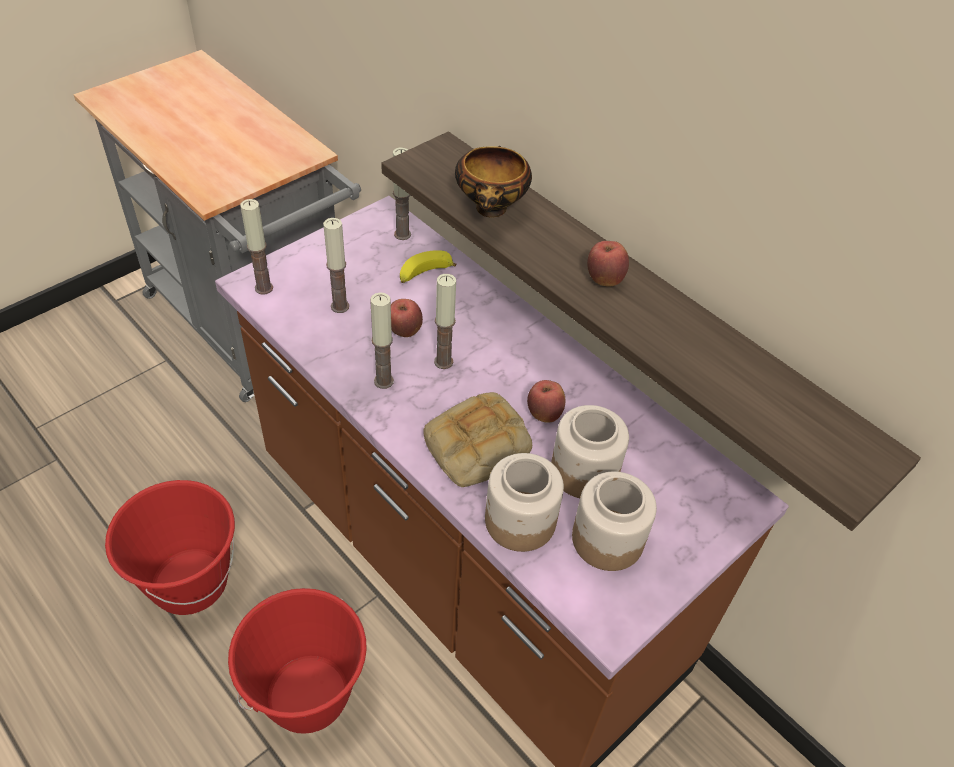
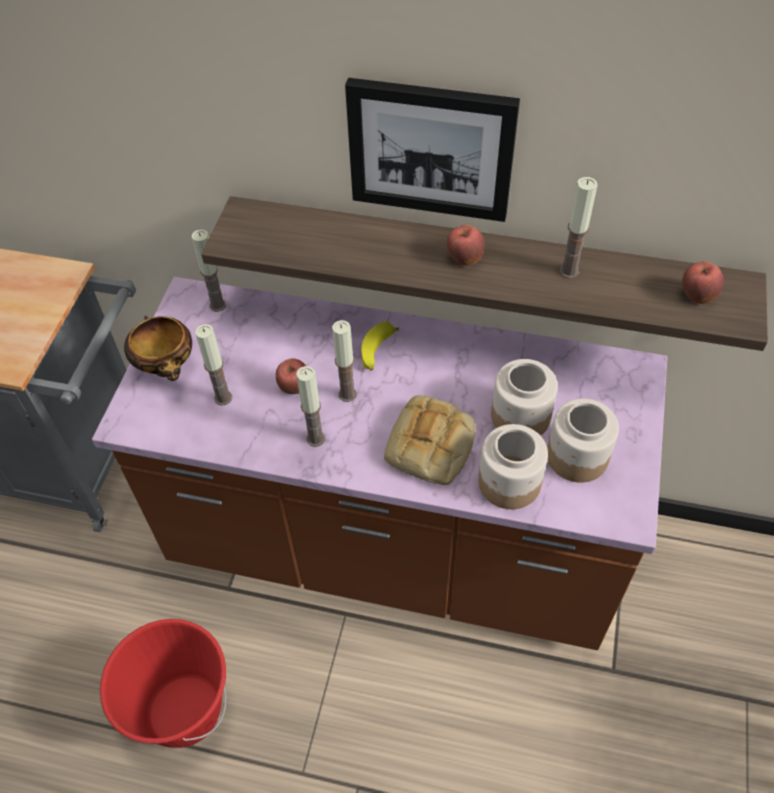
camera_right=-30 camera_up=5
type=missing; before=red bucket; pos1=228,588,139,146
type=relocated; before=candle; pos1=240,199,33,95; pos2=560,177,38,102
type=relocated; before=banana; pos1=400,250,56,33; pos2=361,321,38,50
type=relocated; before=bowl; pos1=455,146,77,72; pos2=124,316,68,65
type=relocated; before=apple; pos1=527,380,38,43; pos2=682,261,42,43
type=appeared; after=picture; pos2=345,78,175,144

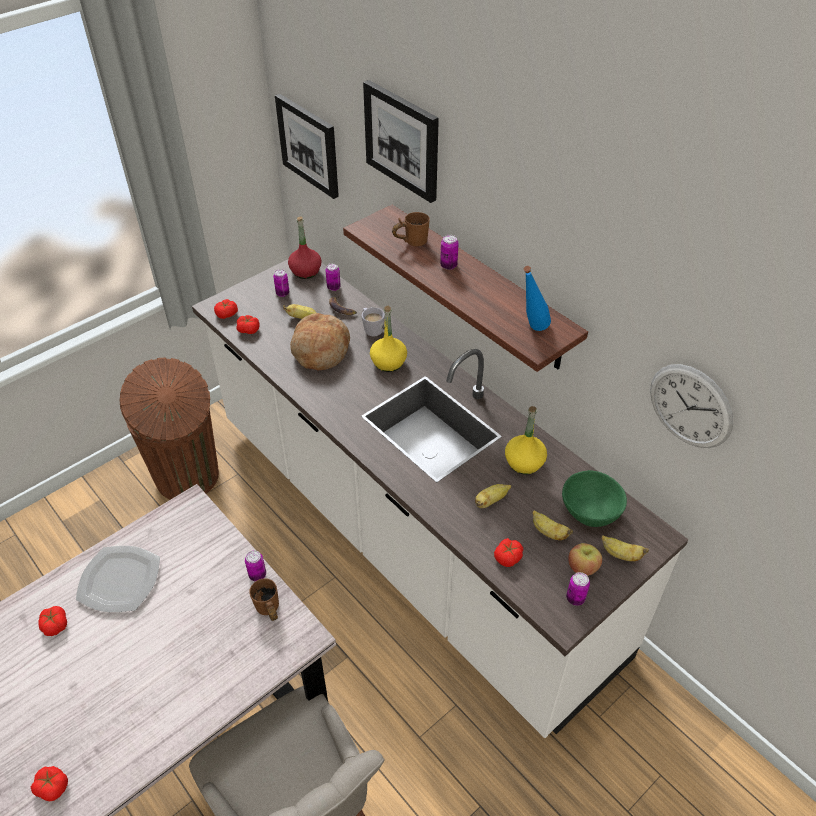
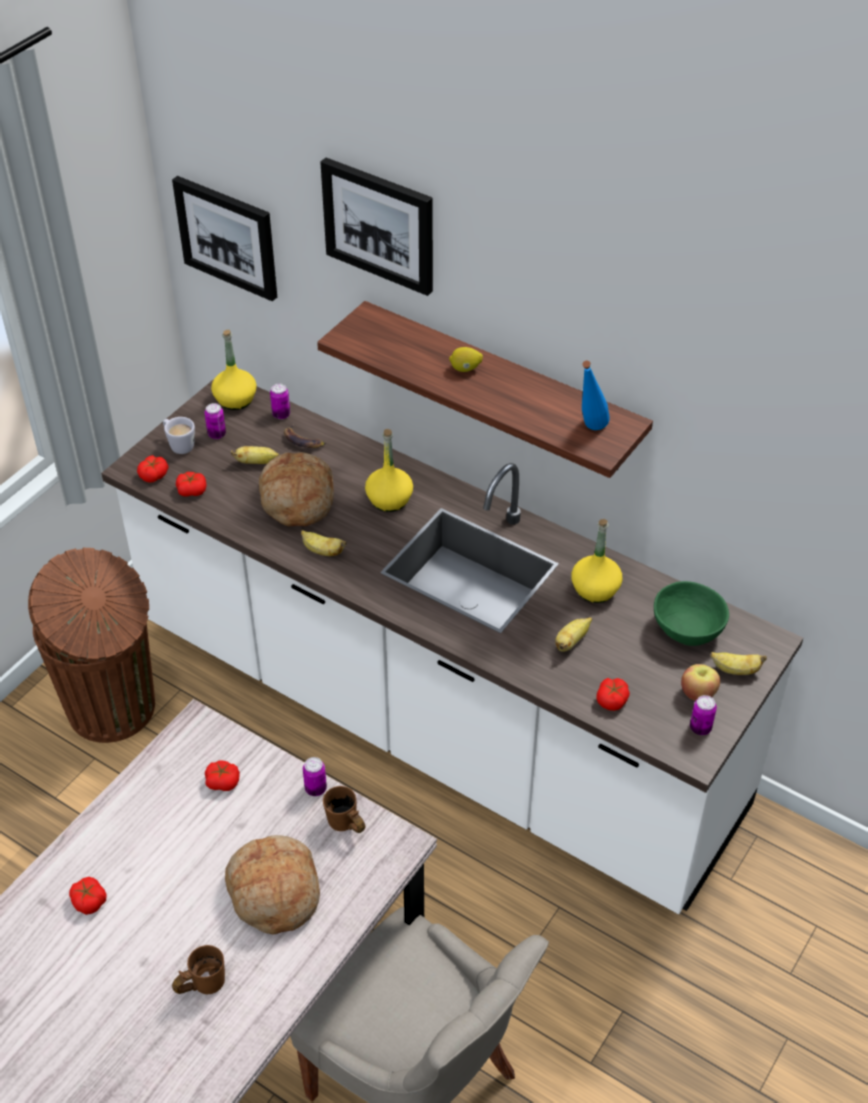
camera_right=-15 camera_up=0
type=relocated; before=tomato; pos1=31,766,37,35; pos2=205,760,35,31
type=missing; before=plate; pos1=76,546,84,66
type=colour; before=red bottle; after=yellow bottle; pos1=288,216,34,63; pos2=211,330,46,80
type=relocated; before=white mug; pos1=362,307,23,30; pos2=163,417,32,37
type=relocated; before=brown mug; pos1=392,212,38,35; pos2=172,945,53,49
type=exchanged; before=can; after=lemon; pos1=440,235,19,35; pos2=449,347,34,25
type=relocated; before=banana; pos1=532,510,41,30; pos2=301,530,46,26
type=missing; before=wall clock; pos1=650,364,83,84
type=appeared; after=bread; pos2=225,835,95,100

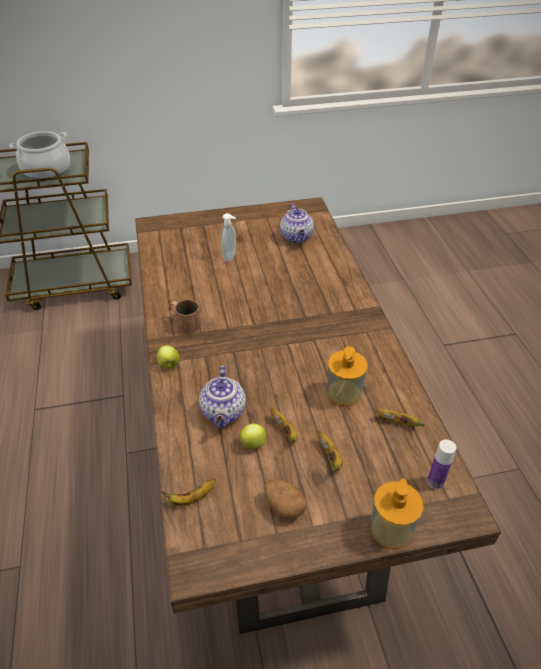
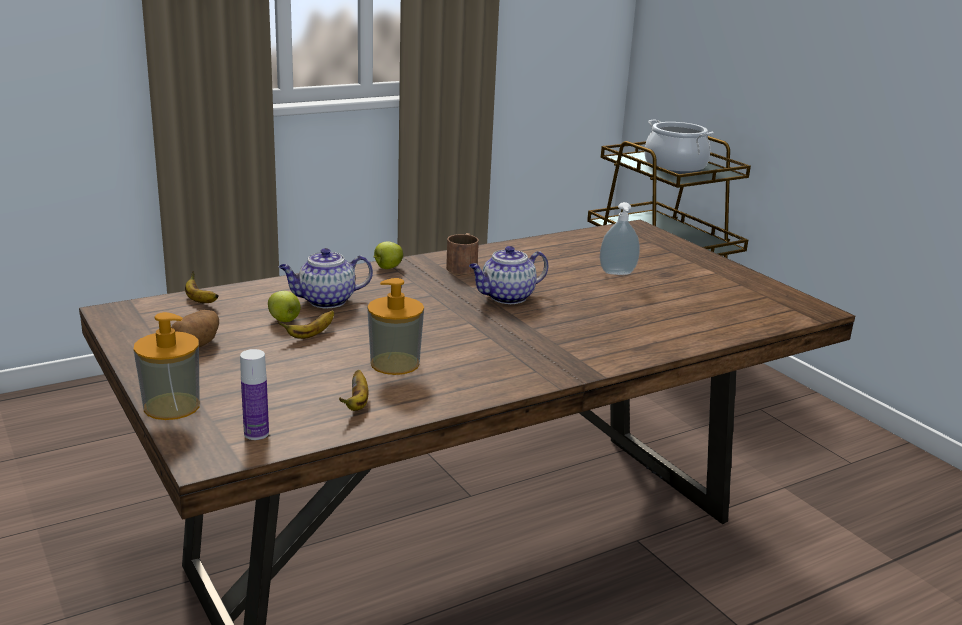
camera_right=70 camera_up=-20
type=relocated; before=teapot; pos1=280,204,34,40; pos2=469,246,79,58
type=missing; before=banana; pos1=317,431,25,40

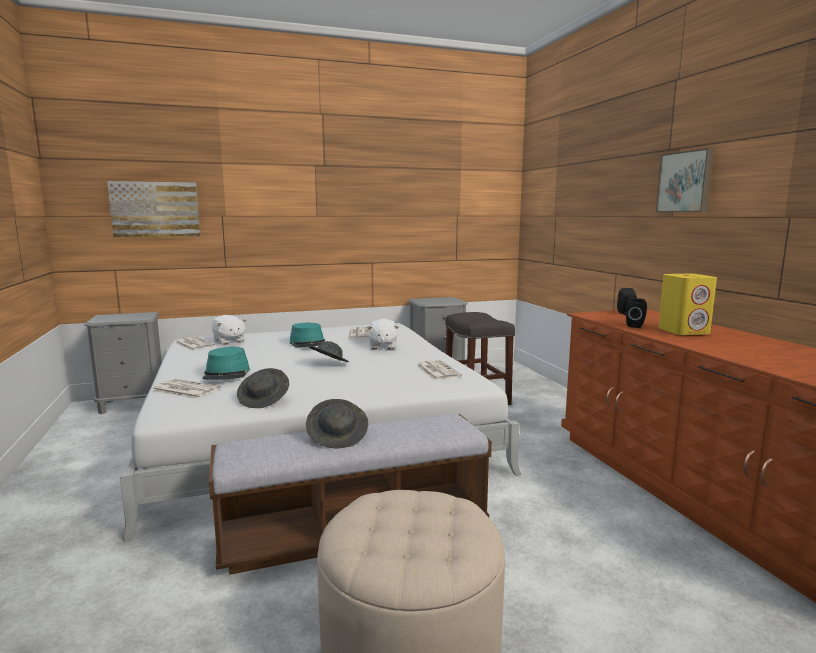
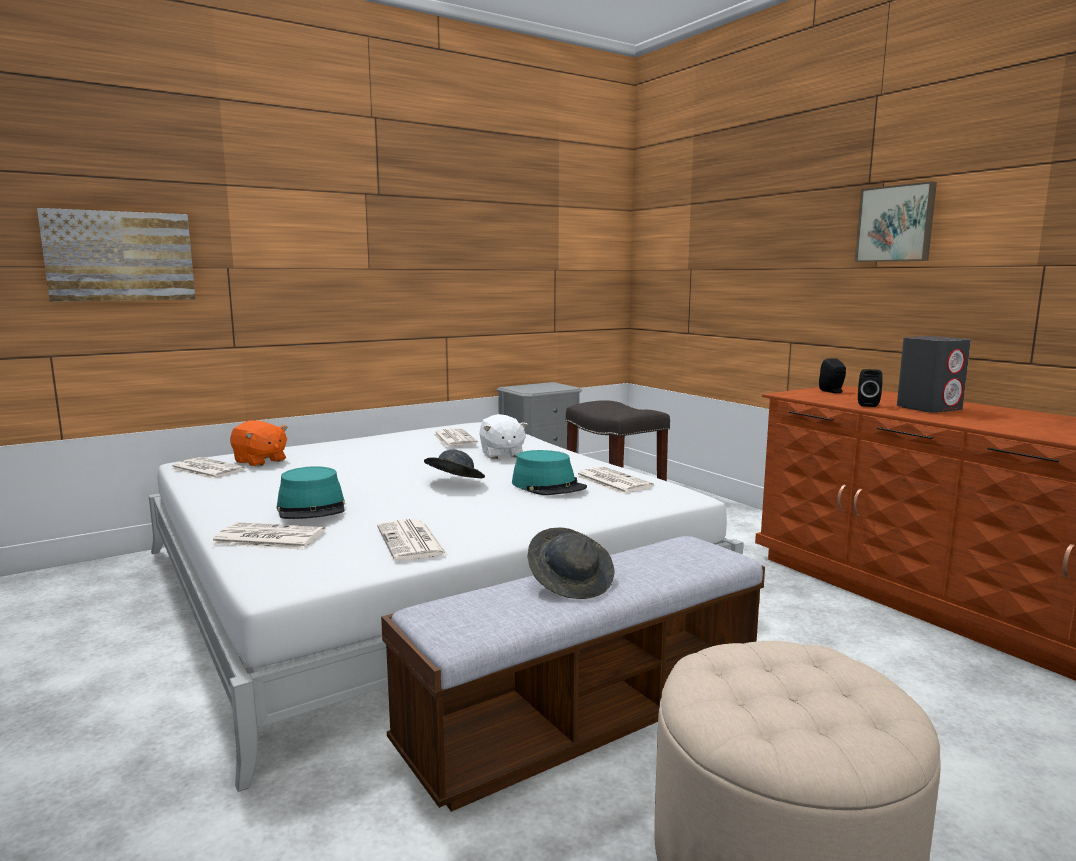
camera_right=-15 camera_up=0
type=missing; before=grey nightstand; pos1=84,312,78,102
type=colour; before=white plush toy; after=orange plush toy; pos1=212,315,35,30; pos2=230,420,58,47
type=exchanged; before=grey hat; after=newspaper; pos1=237,368,52,40; pos2=377,519,71,42
type=relocated; before=turquoise hat; pos1=290,323,35,24; pos2=512,450,75,45
type=colour; before=yellow speaker; after=grey speaker; pos1=658,274,59,61; pos2=897,336,74,77

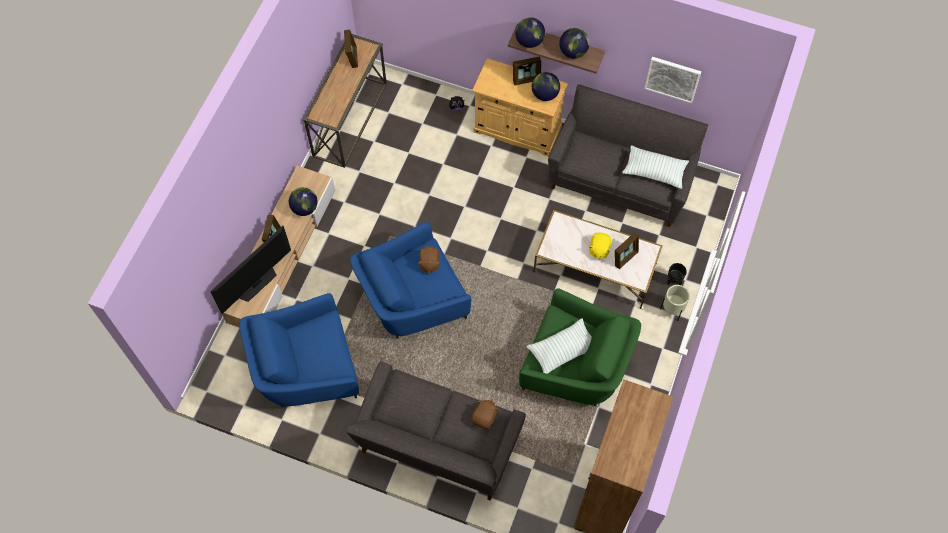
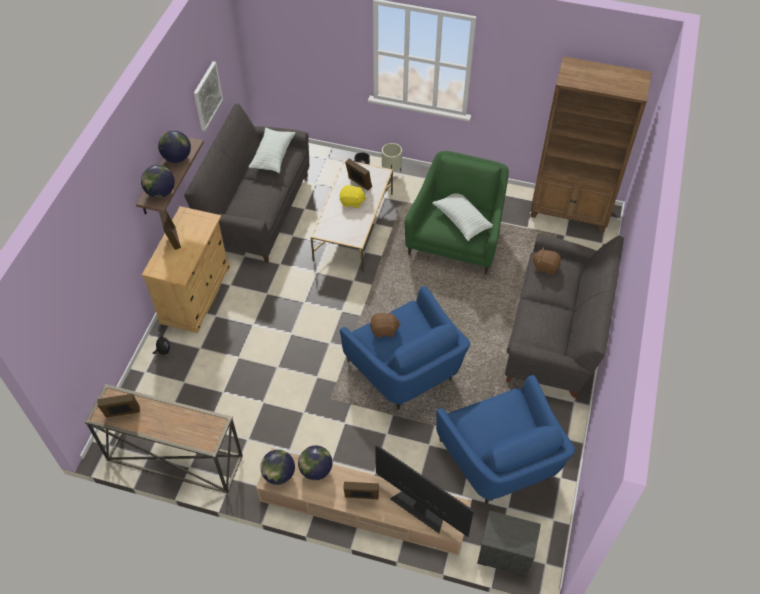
camera_right=-95 camera_up=-10
type=relocated; before=globe; pos1=532,72,28,29; pos2=260,450,35,35
type=appeared; after=nightstand; pos2=477,510,64,67

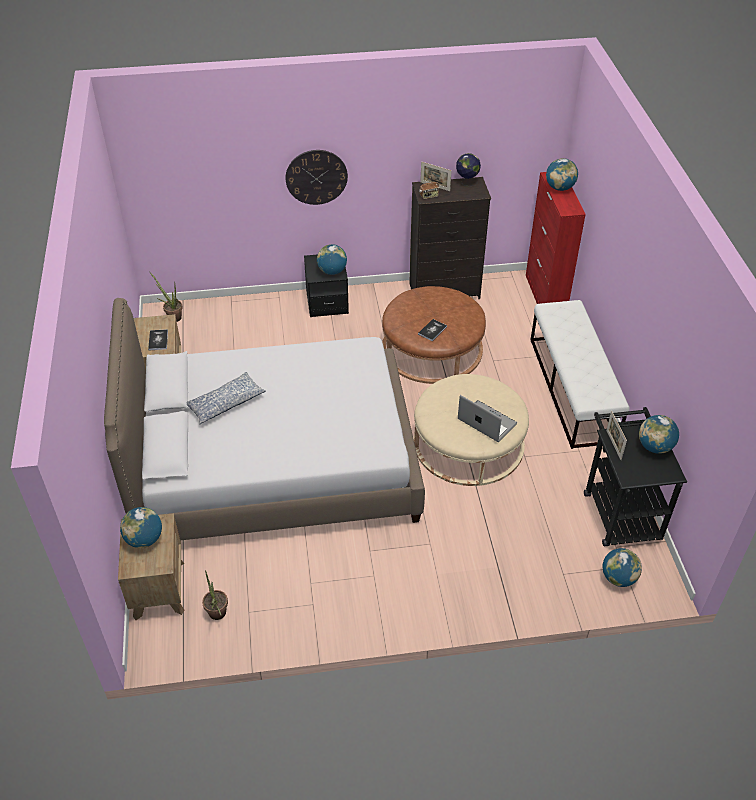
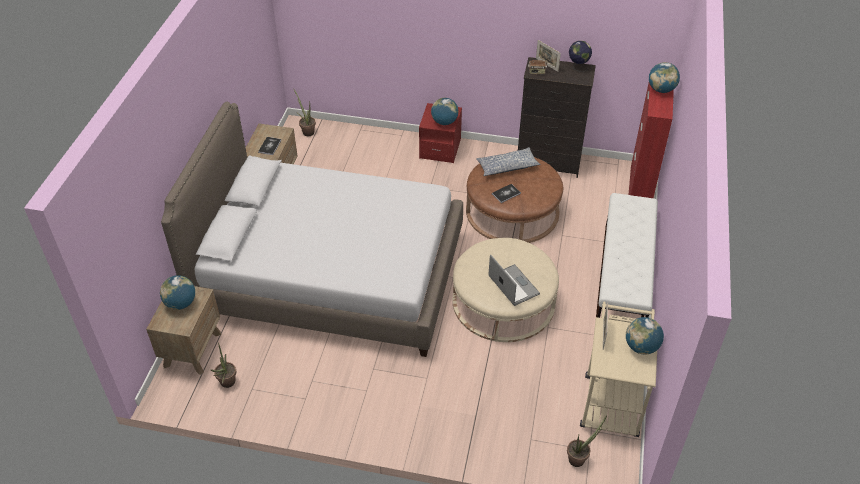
camera_right=20 camera_up=0
type=relocated; before=pillow; pos1=187,372,79,52; pos2=476,147,65,29
type=missing; before=wall clock; pos1=285,150,63,55
type=colour; before=black nightstand; after=red nightstand; pos1=304,254,45,63; pos2=419,103,43,60
type=colour; before=black cart; after=beige cart; pos1=584,407,103,139; pos2=580,301,77,136
type=exchanged; before=globe; after=potted plant; pos1=603,548,39,39; pos2=567,415,40,52

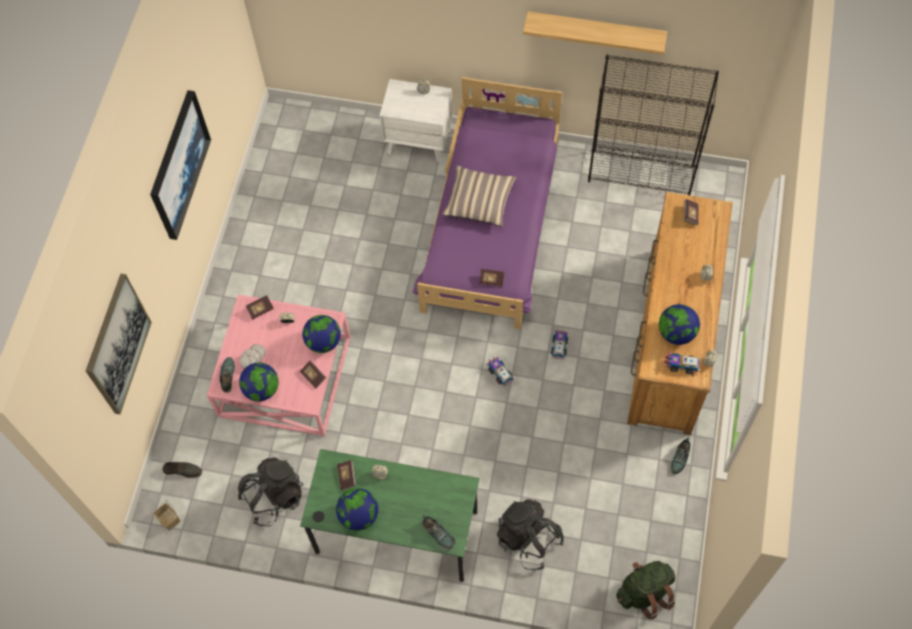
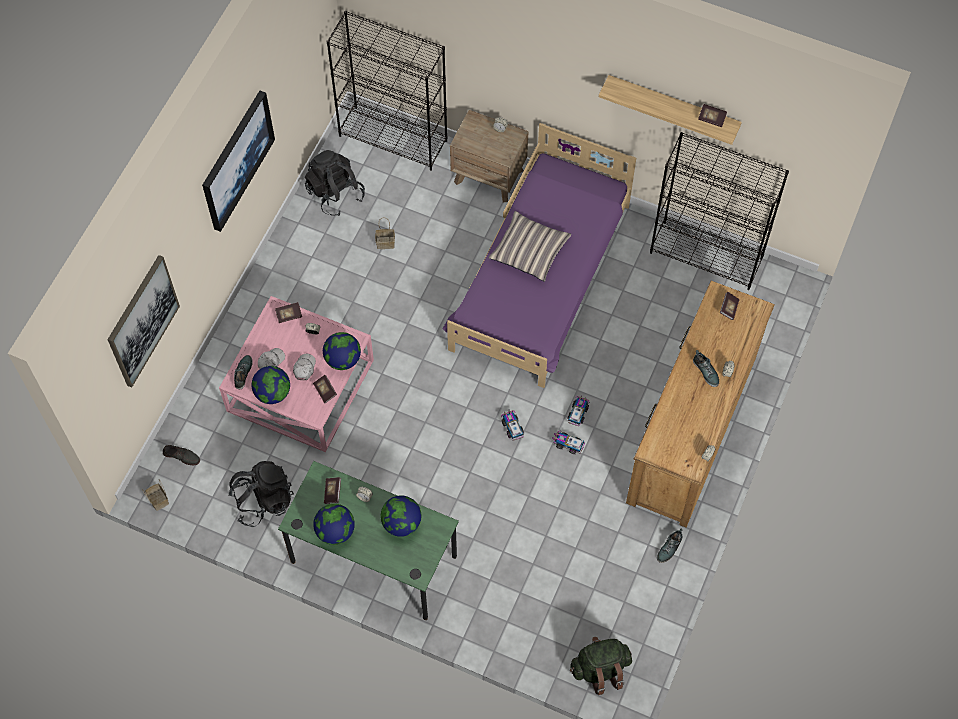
camera_right=10 camera_up=0
type=colour; before=white nightstand; after=brown nightstand; pos1=379,79,73,83; pos2=450,110,79,93
type=relocated; before=shoe; pos1=422,515,32,35; pos2=693,350,26,37
type=relocated; before=book; pos1=479,269,26,18; pos2=698,104,29,23
type=relocated; before=black backpack; pos1=497,499,67,72; pos2=305,150,60,66
type=relocated; before=globe; pos1=659,304,41,41; pos2=381,496,40,41
type=relocated; before=toy truck; pos1=665,352,35,22; pos2=552,430,33,24
type=appeared; after=white cap; pos2=293,354,23,26
type=appeared; after=black bookcase; pos2=327,11,121,160
type=appeared; after=basket; pos2=375,217,20,32

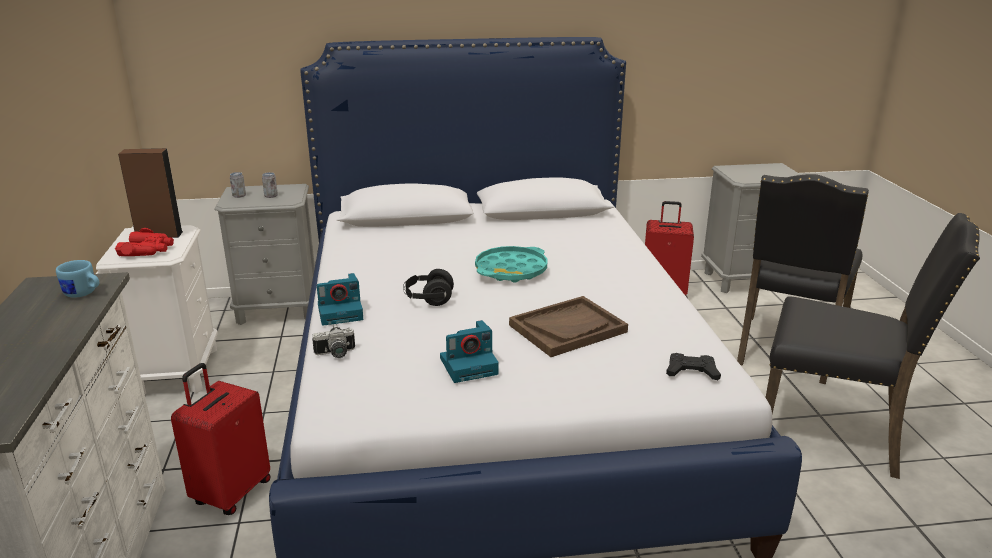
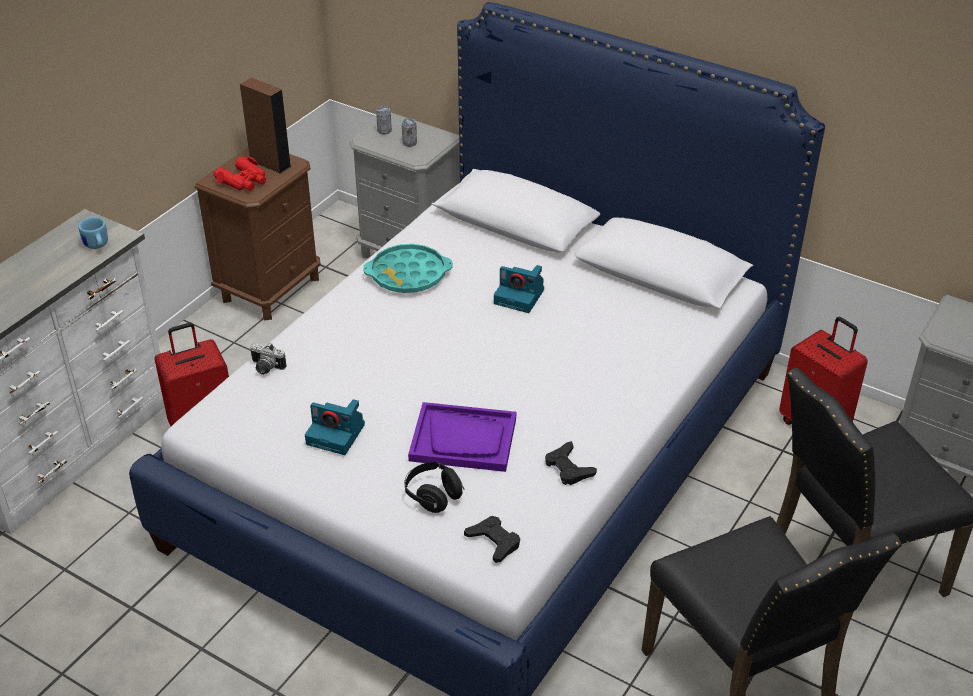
camera_right=40 camera_up=15
type=colour; before=white nightstand; after=brown nightstand; pos1=96,225,122,169; pos2=195,148,126,173
type=relocated; before=photo camera; pos1=317,273,46,53; pos2=494,265,50,48
type=relocated; before=black headphones; pos1=403,269,51,37; pos2=405,462,59,51
type=relocated; before=turquoise tray; pos1=475,246,73,36; pos2=363,244,90,49
type=colour; before=brown tray; after=purple tray; pos1=509,296,119,61; pos2=408,402,108,70
type=appeared; after=black game controller; pos2=545,441,52,44

